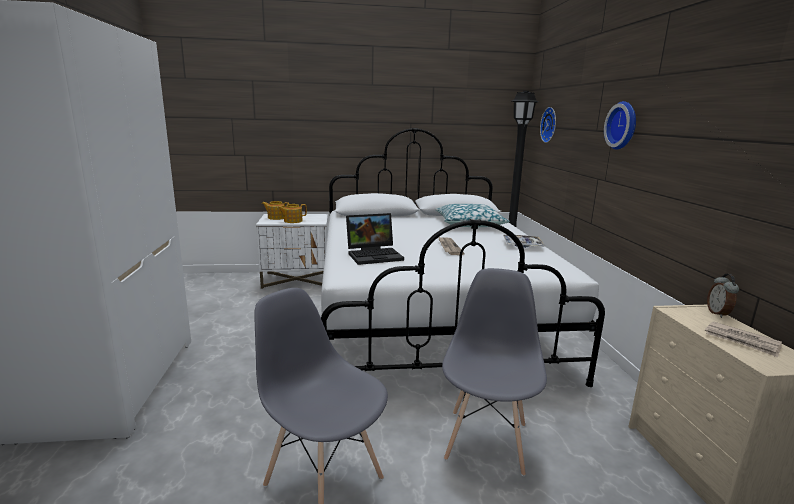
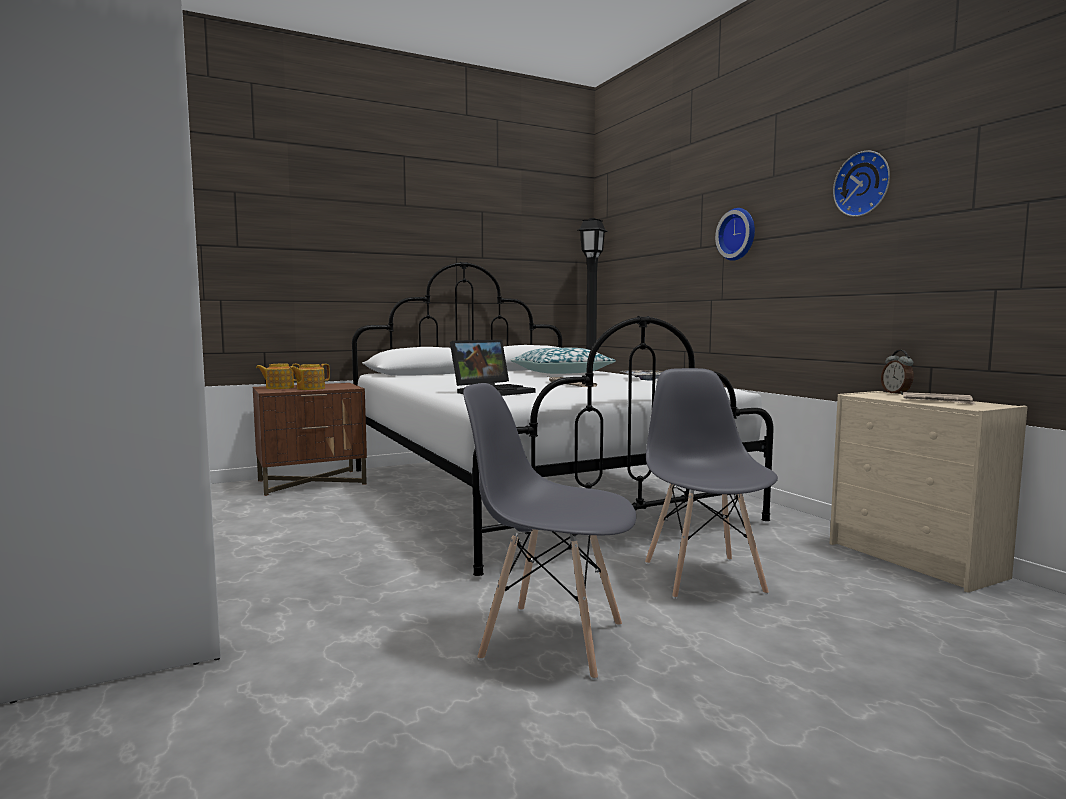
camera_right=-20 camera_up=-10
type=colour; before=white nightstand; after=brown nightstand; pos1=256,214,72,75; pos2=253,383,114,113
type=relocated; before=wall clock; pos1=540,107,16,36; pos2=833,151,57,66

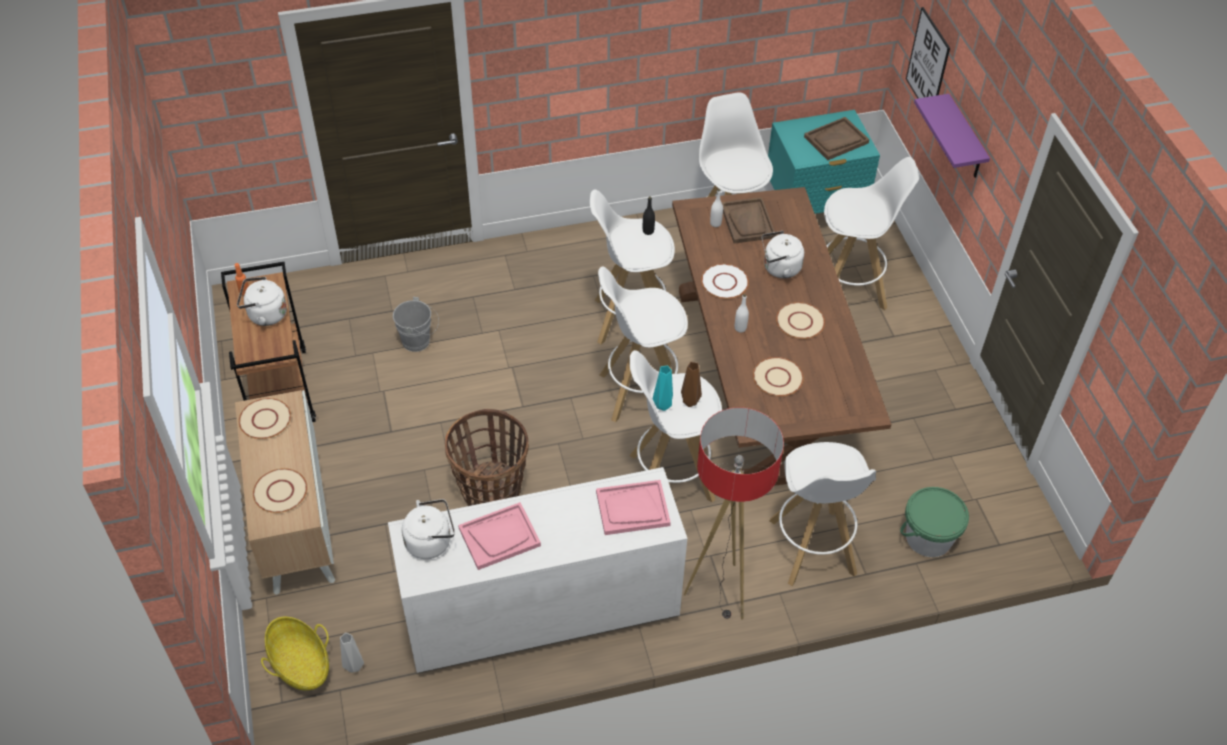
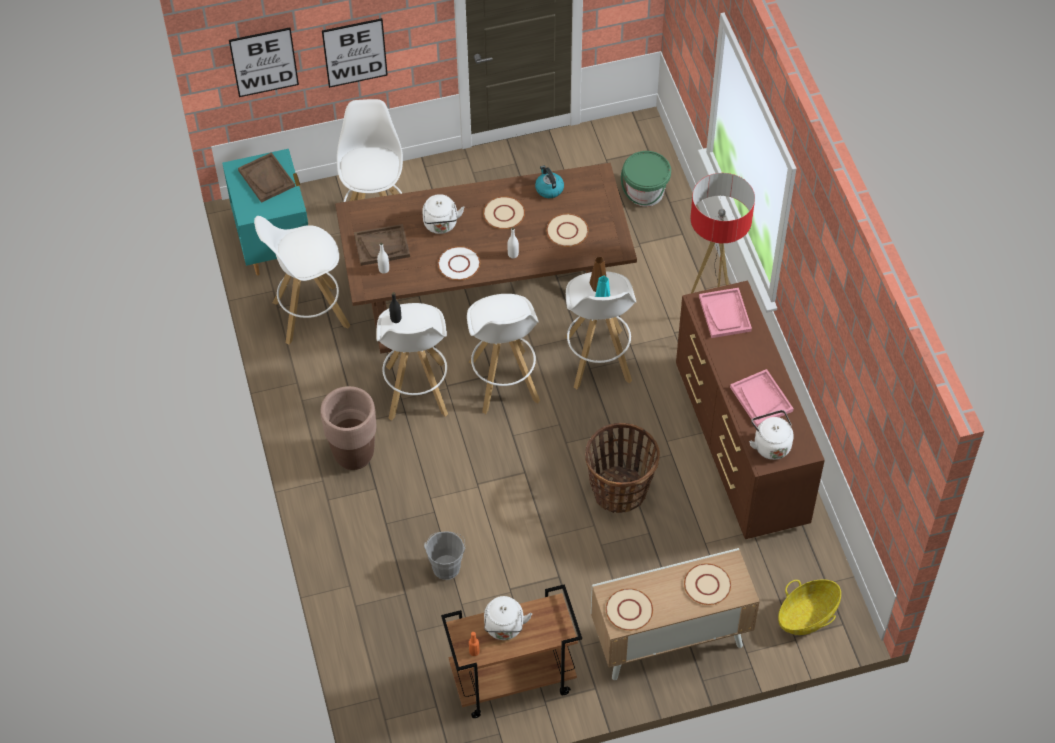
camera_right=-90 camera_up=5
type=missing; before=grey vase; pos1=340,633,24,40
type=colour; before=white dresser; after=brown dresser; pos1=388,467,299,206; pos2=676,280,149,259
type=missing; before=white stool; pos1=769,442,107,144
type=exchanged; before=purple shelf; after=picture; pos1=914,94,76,84; pos2=322,18,66,70
type=appeared; after=brown planter; pos2=320,386,57,84
type=appeared; after=kettle; pos2=535,166,29,32

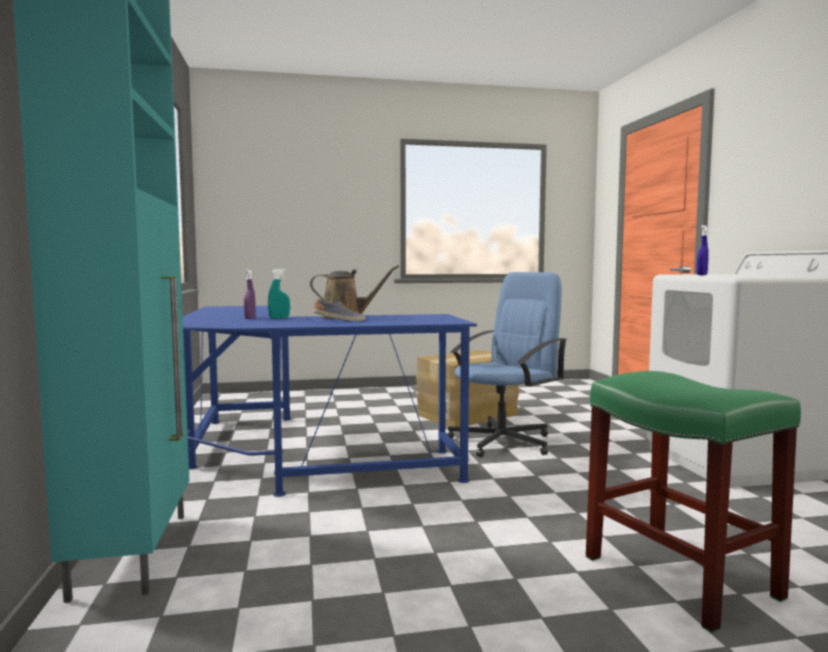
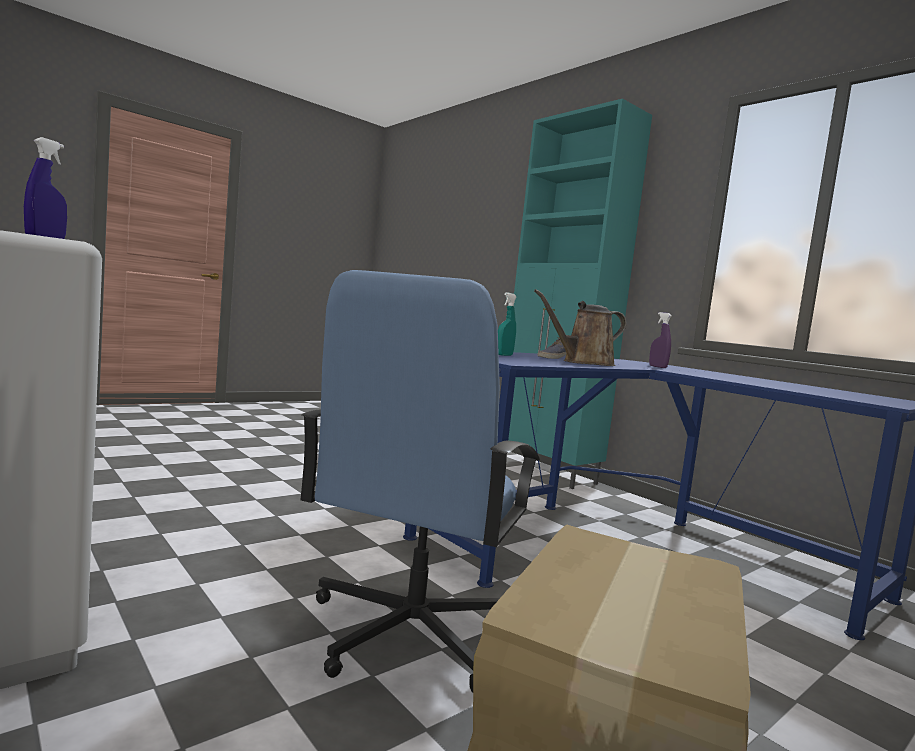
camera_right=150 camera_up=0
type=relocated; before=turquoise spray bottle; pos1=268,269,22,50; pos2=498,292,19,64
type=missing; before=green stool; pos1=586,371,215,262

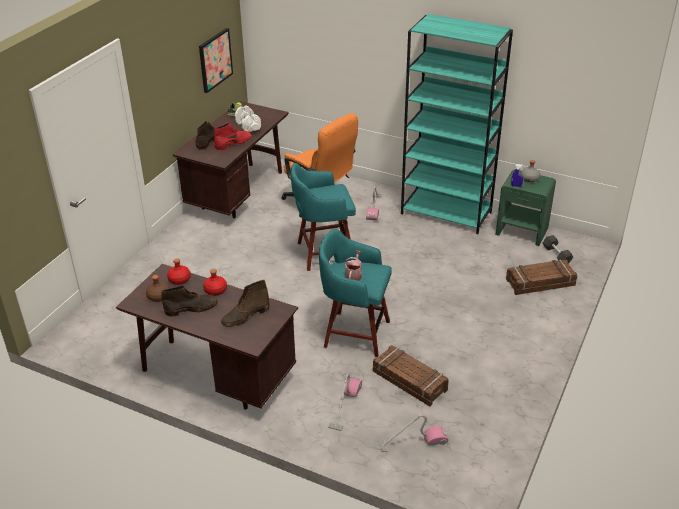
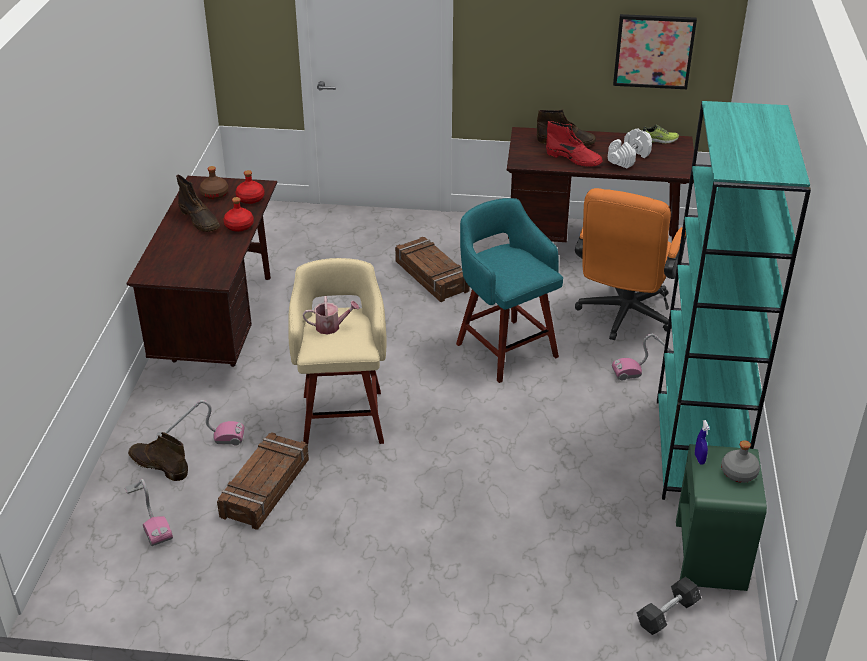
camera_right=70 camera_up=0
type=relocated; before=brown boot; pos1=221,280,49,47; pos2=128,432,60,49
type=colour; before=turquoise stool; after=beige stool; pos1=319,228,73,129; pos2=288,258,99,186
type=relocated; before=crate; pos1=506,259,71,36; pos2=395,237,75,65

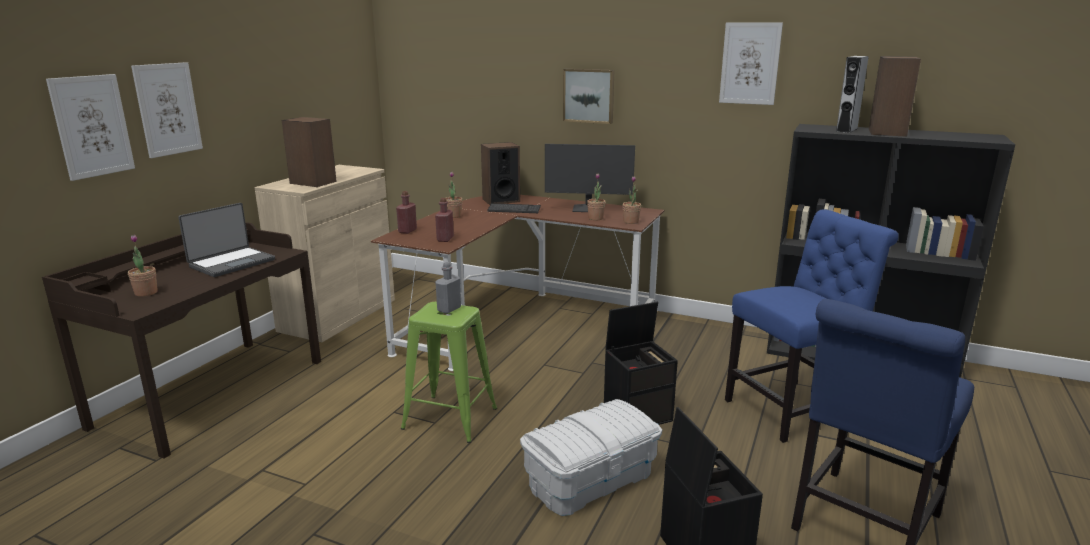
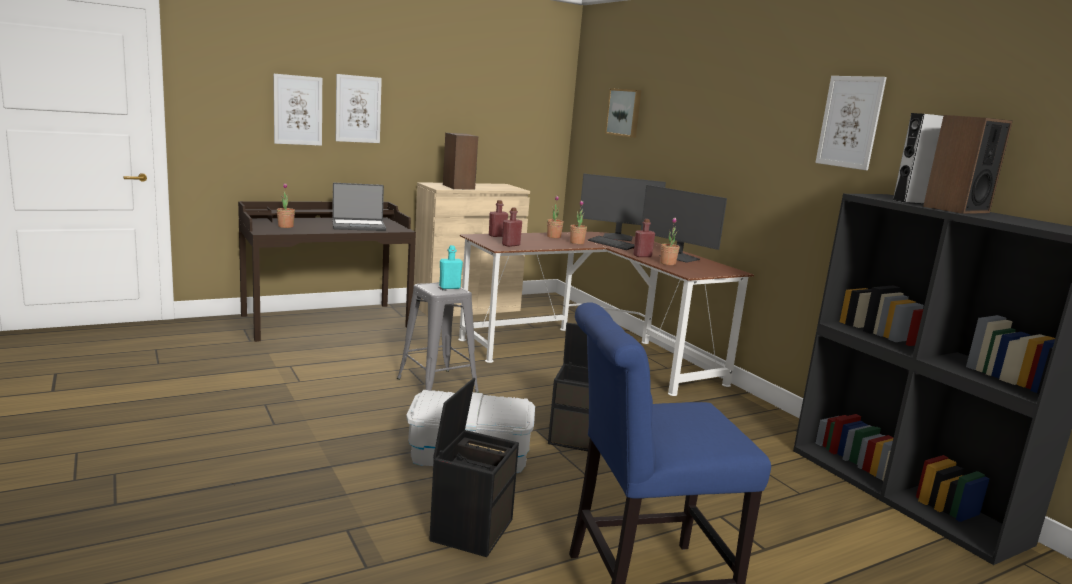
camera_right=35 camera_up=-5
type=colour; before=green stool; after=grey stool; pos1=401,302,96,141; pos2=397,282,82,111
type=colour; before=grey bottle; after=turquoise bottle; pos1=435,262,26,52; pos2=439,245,24,44
type=exchanged; before=speaker; after=monitor; pos1=481,142,39,63; pos2=579,174,87,67
type=relocated; before=picture; pos1=563,69,51,55; pos2=605,88,36,50
type=relocated; before=potted plant; pos1=623,176,18,48; pos2=570,200,17,44
type=missing; before=blue chair; pos1=725,209,174,234
type=appeared; after=red bottle; pos2=633,219,22,38

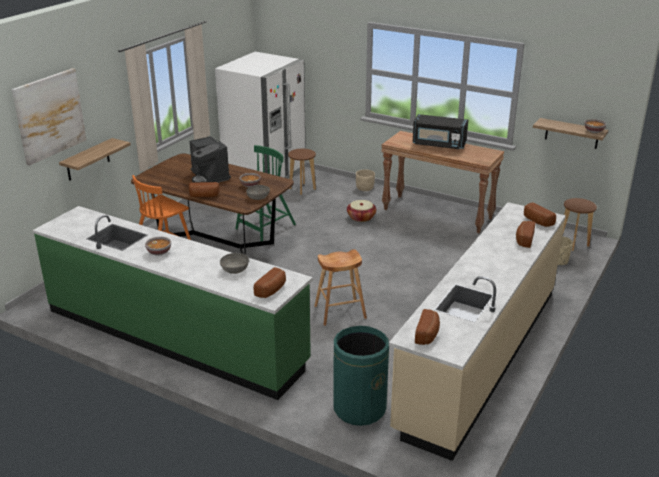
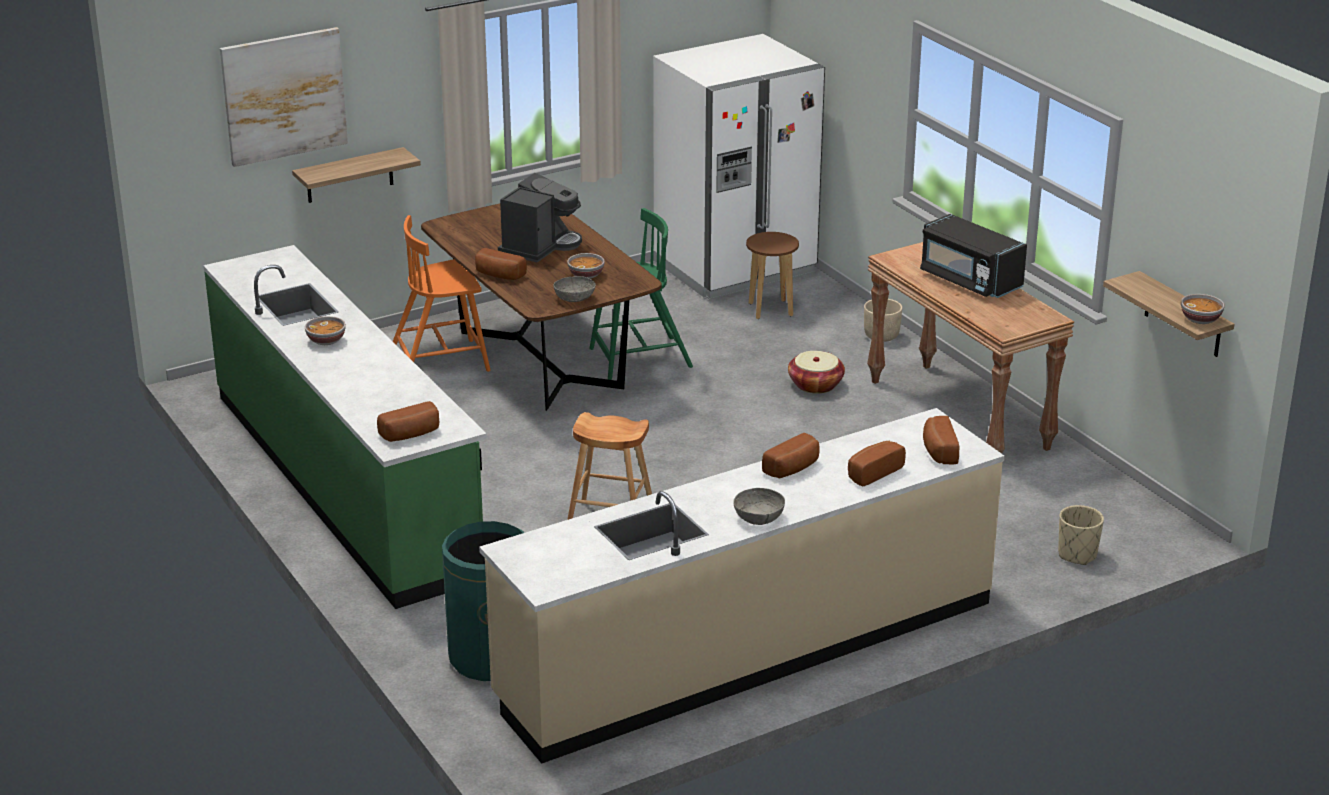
camera_right=30 camera_up=0
type=spun; before=coffee machine; pos1=190,136,41,47; pos2=498,173,84,89; turn=-150
type=relocated; before=grey bowl; pos1=220,253,29,21; pos2=733,488,52,37
type=relocated; before=bread; pos1=415,309,25,36; pos2=762,433,57,45
type=missing; before=brown stool; pos1=562,198,35,53

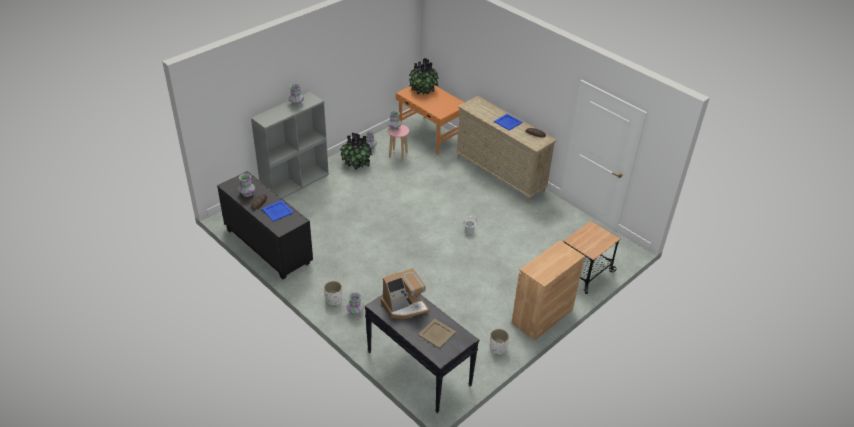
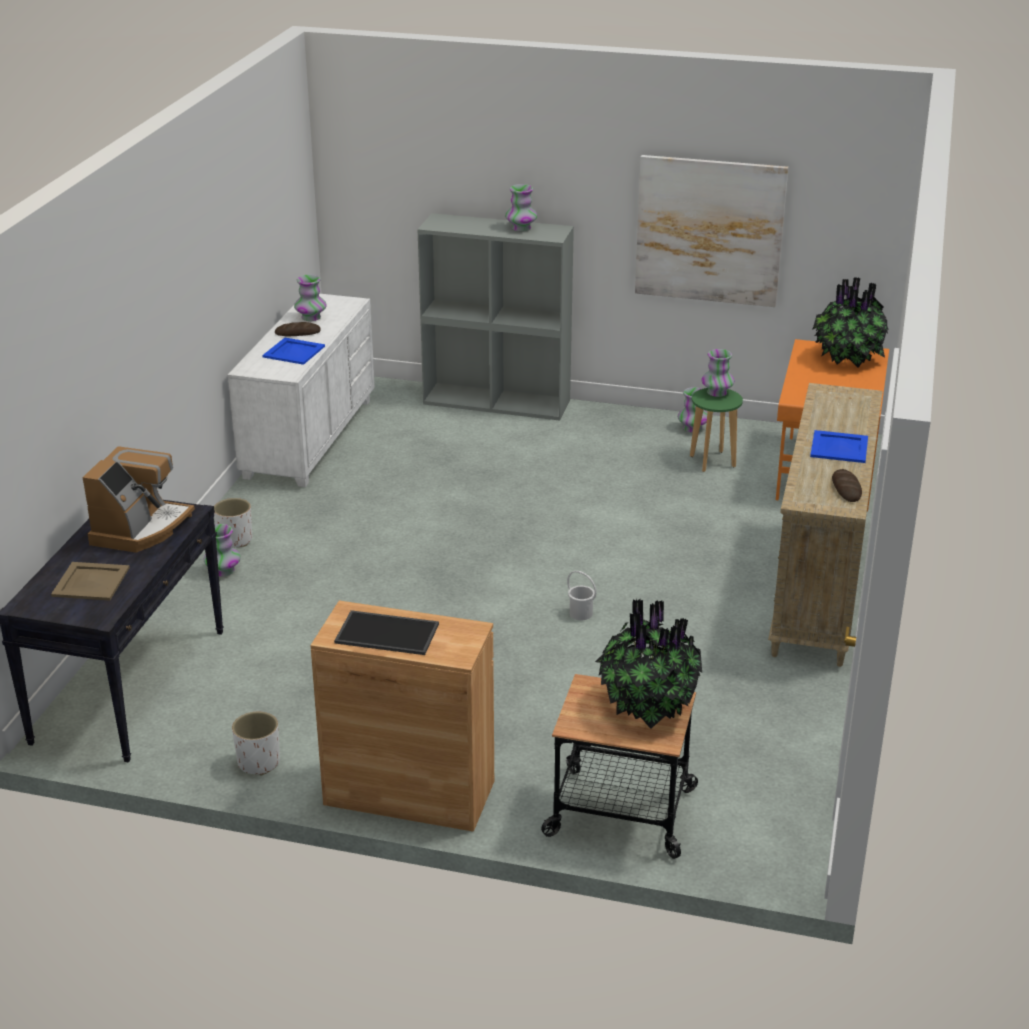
camera_right=60 camera_up=-10
type=colour; before=black dresser; after=white dresser; pos1=217,171,96,108; pos2=227,293,148,194
type=relocated; before=potted plant; pos1=340,133,32,36; pos2=595,599,107,130
type=spun; before=coffee machine; pos1=381,268,49,51; pos2=83,446,112,107; turn=-105
type=colour; before=pink stool; after=green stool; pos1=388,125,21,35; pos2=690,388,53,84
type=appeared; after=tray; pos2=334,610,105,45
type=appeared; after=picture; pos2=635,155,153,152

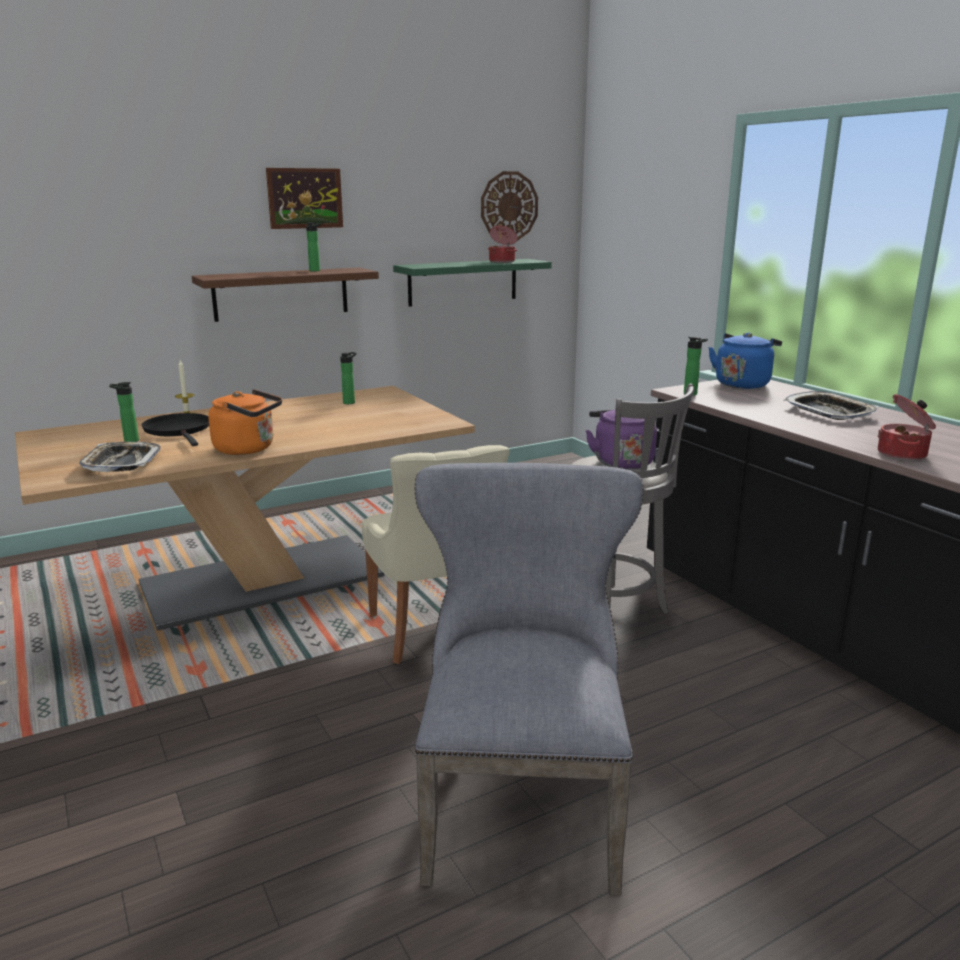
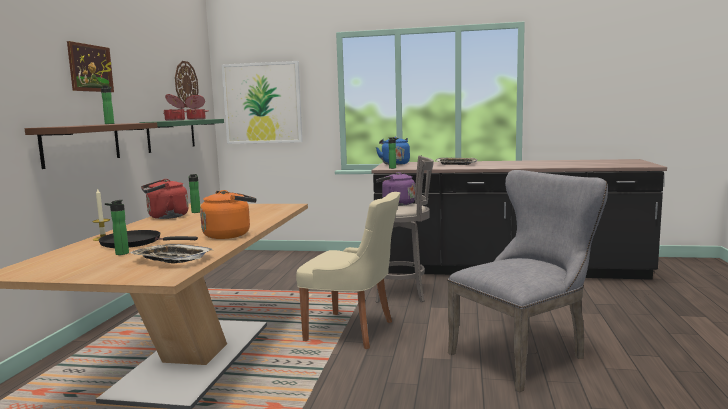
camera_right=-50 camera_up=-10
type=spun; before=grey chair; pos1=415,463,229,433; pos2=447,170,161,222; turn=105
type=relocated; before=cooking pot; pos1=877,394,59,66; pos2=163,94,22,27
type=appeared; after=red kettle; pos2=141,179,48,40
type=appeared; after=picture; pos2=221,61,82,83

